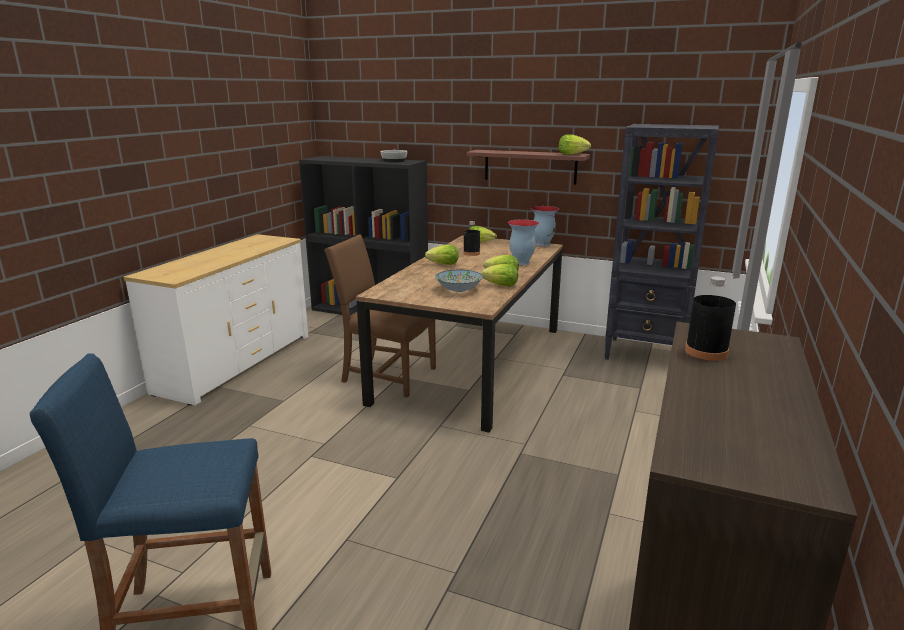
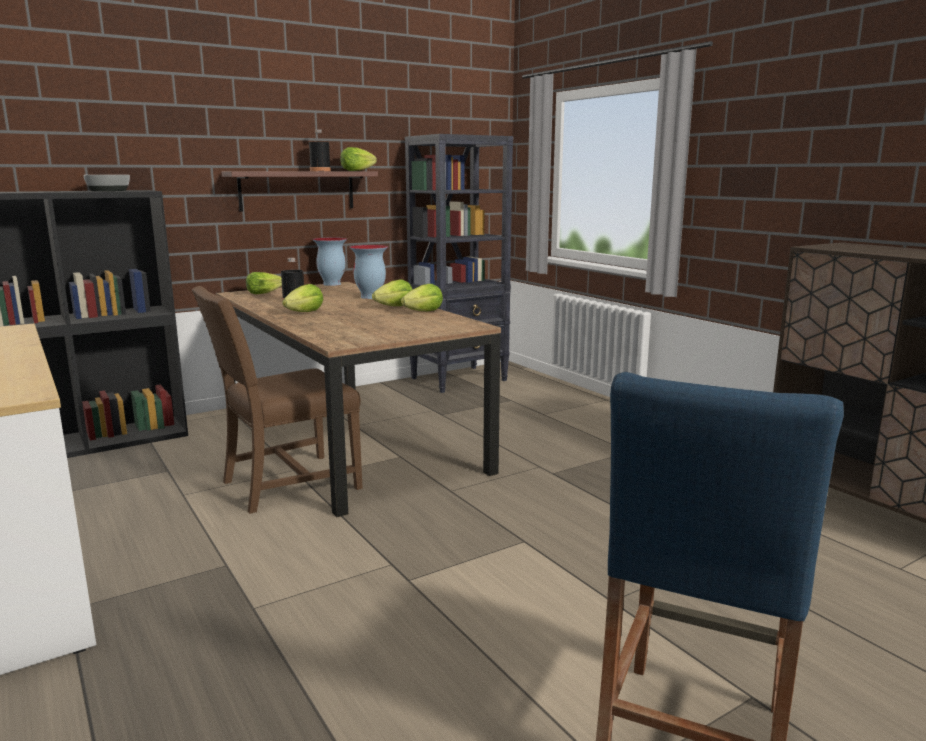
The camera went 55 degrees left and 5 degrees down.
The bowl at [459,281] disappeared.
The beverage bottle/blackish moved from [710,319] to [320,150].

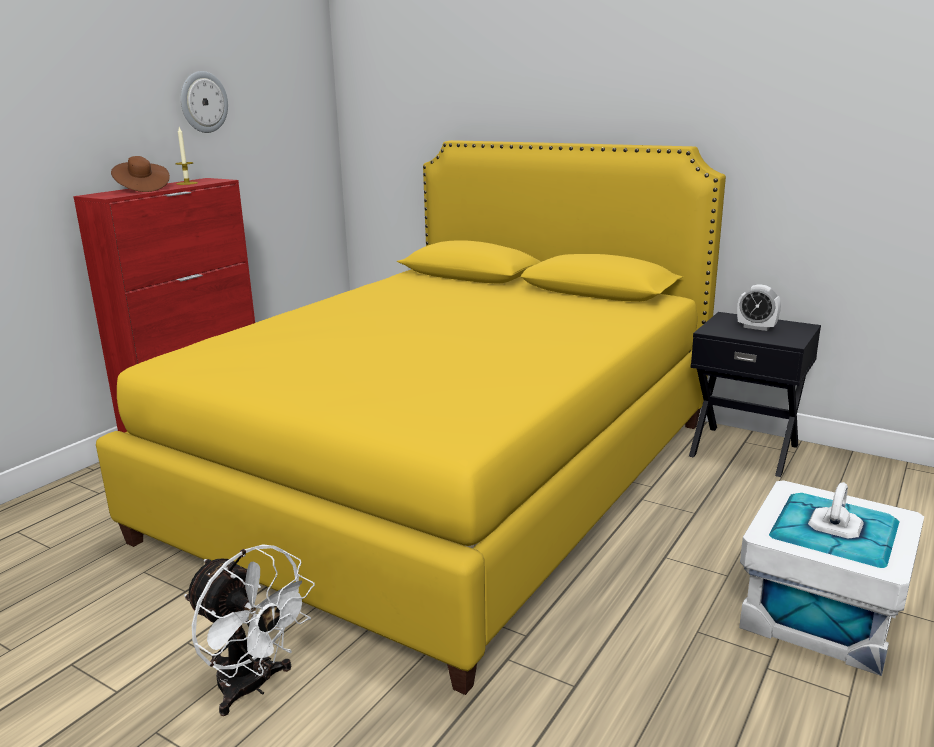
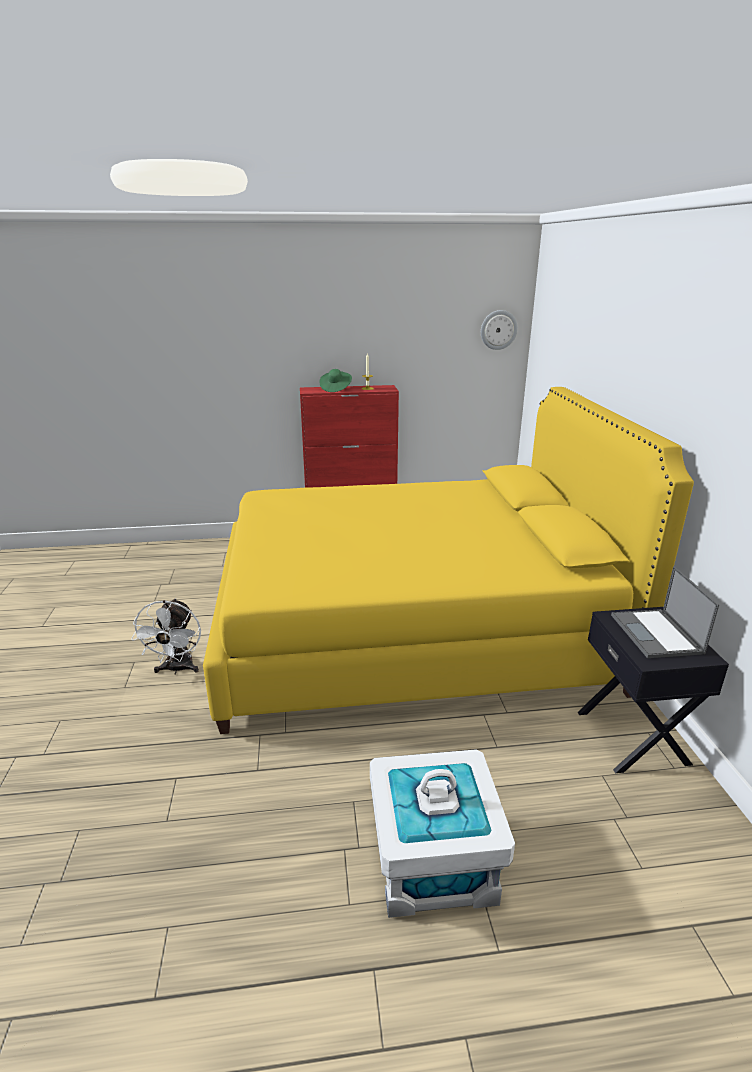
The camera went 50 degrees right and 5 degrees up.
The wall clock moved from [204,102] to [499,330].
The alarm clock at [759,307] was replaced by the laptop at [665,612].
The hat/brown-coloured at [140,174] became the hat/greenish at [335,380].

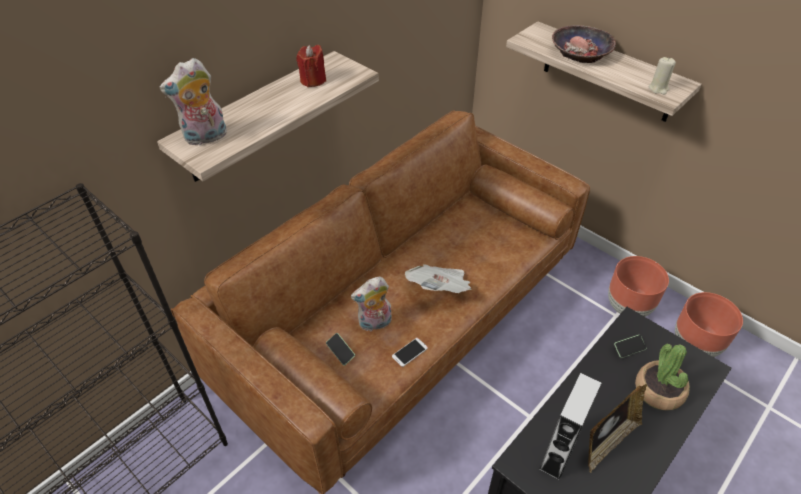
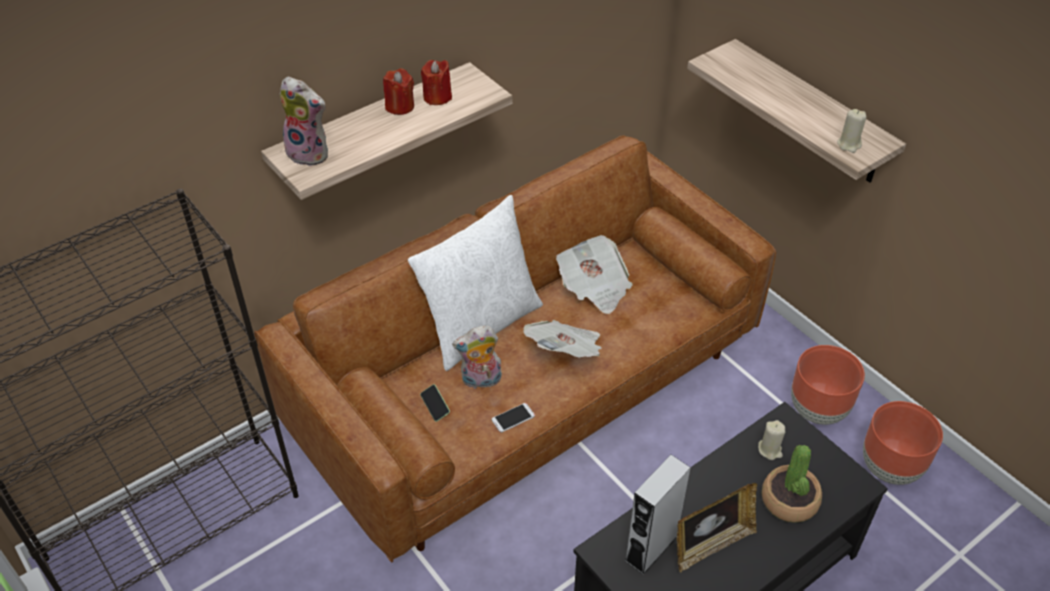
The camera went 10 degrees right and 0 degrees up.
The bowl at [584,44] disappeared.
The wax light/reddish at [398,91] appeared.
The pillow/white-coloured at [475,283] appeared.
The newspaper at [594,274] appeared.
The phone at [630,346] was replaced by the wax light/beige at [771,440].
The plush toy at [193,101] turned 135 degrees counterclockwise.

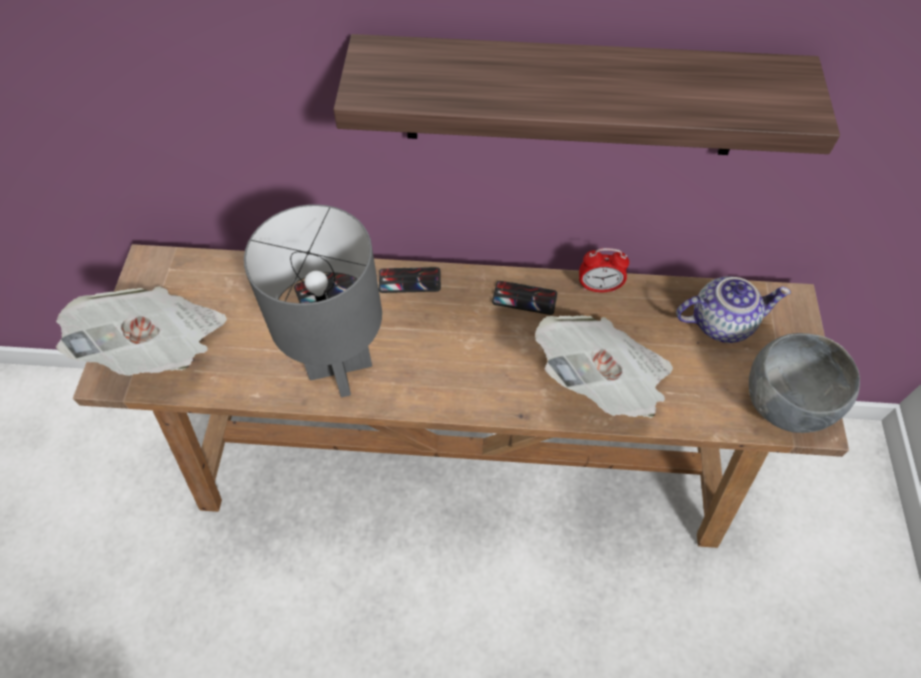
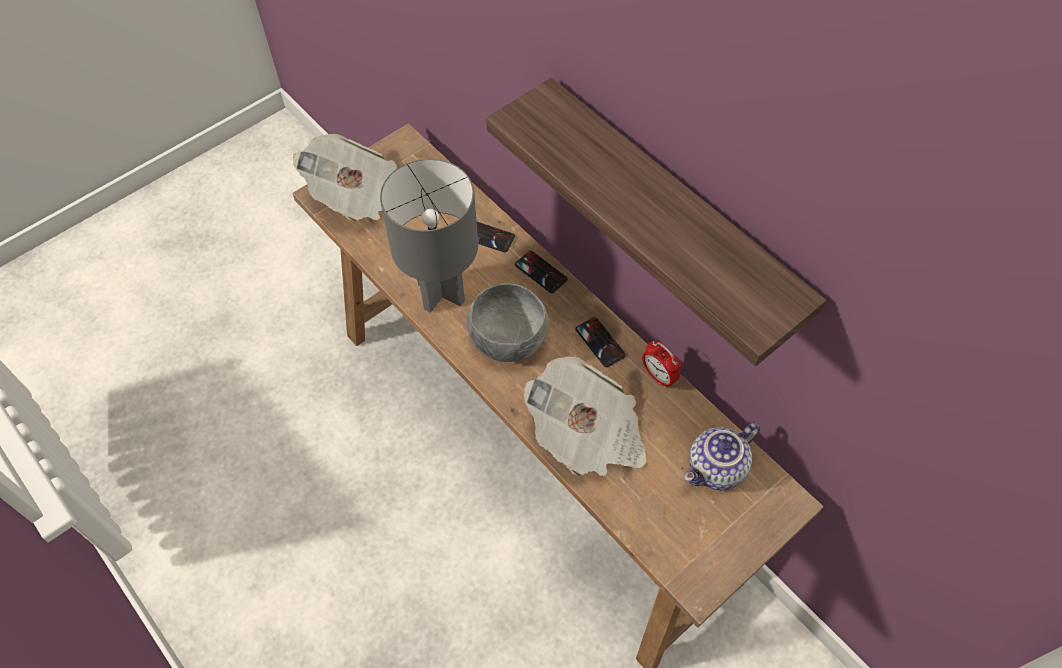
The camera went 45 degrees right and 0 degrees up.
The bowl/greyish moved from [804,383] to [508,322].
The tea pot at [733,309] turned 105 degrees clockwise.

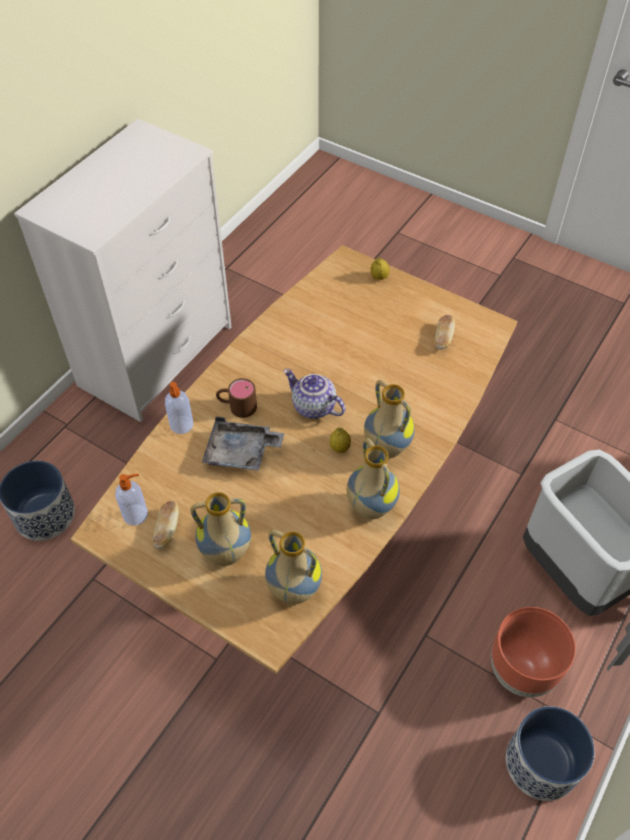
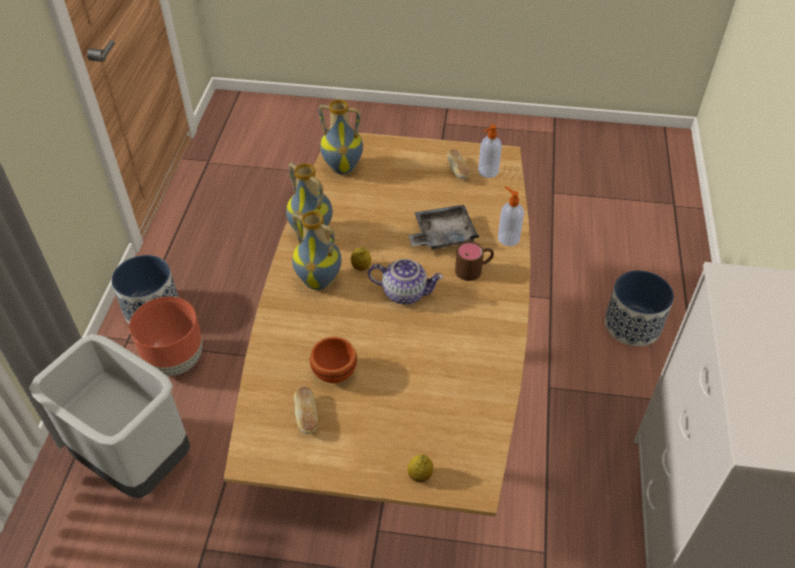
The camera went 155 degrees right and 5 degrees down.
The decorative vase at [220,529] disappeared.
The bowl/brown-coloured at [333,360] appeared.

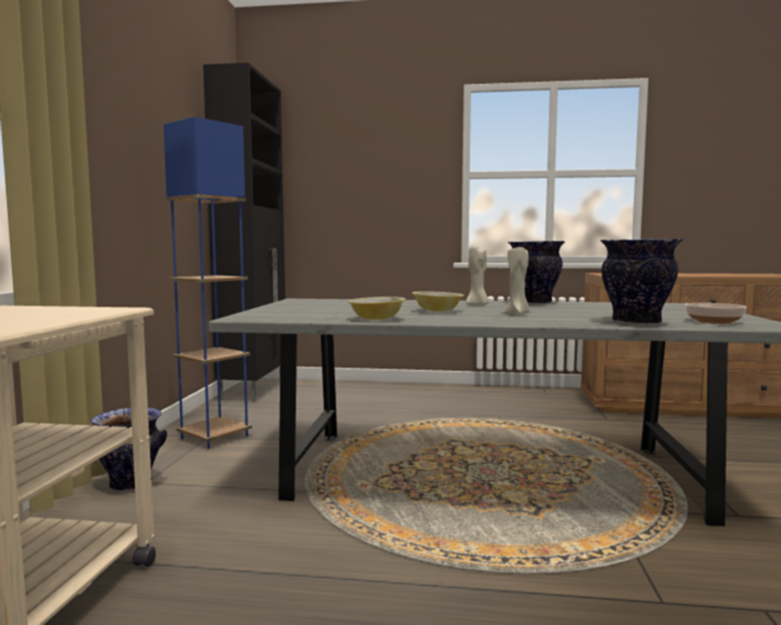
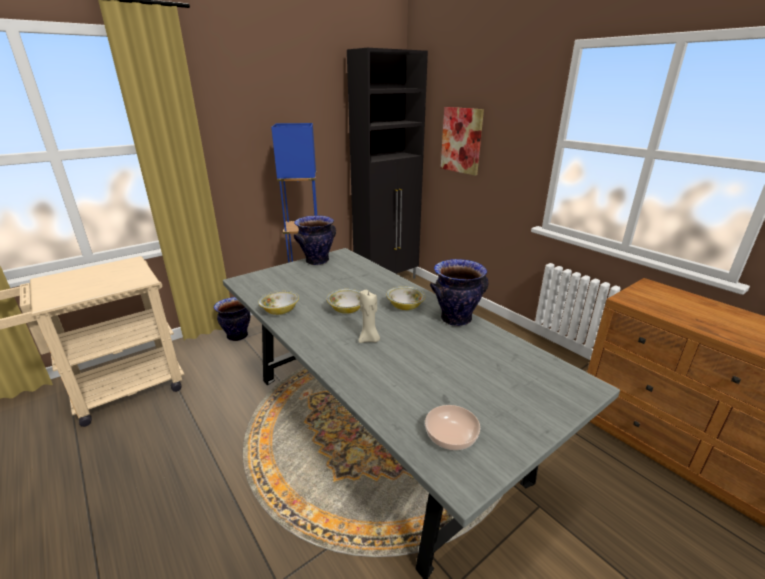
The camera went 45 degrees right and 20 degrees up.
The wall art at [462,141] appeared.
The decorative vase moved from [641,282] to [315,240].
The wax light/beige at [477,276] was replaced by the bowl at [405,298].

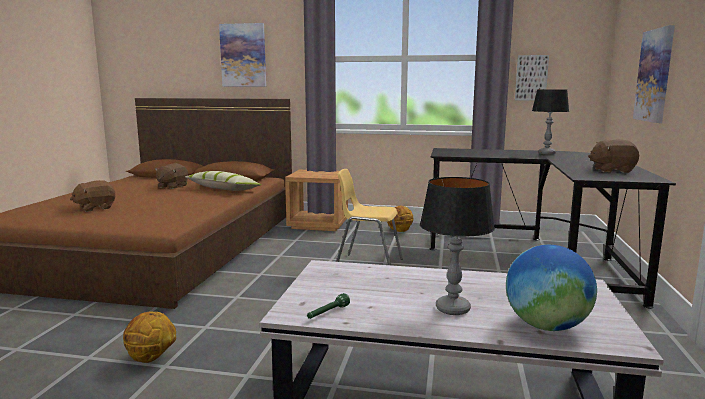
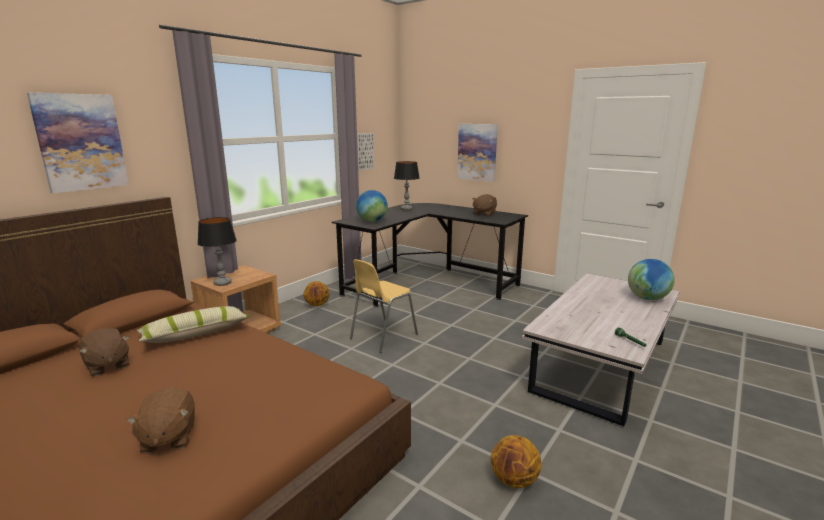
The camera went 65 degrees left and 5 degrees up.
The world globe at [372,206] appeared.
The tabletop lamp moved from [457,246] to [217,251].

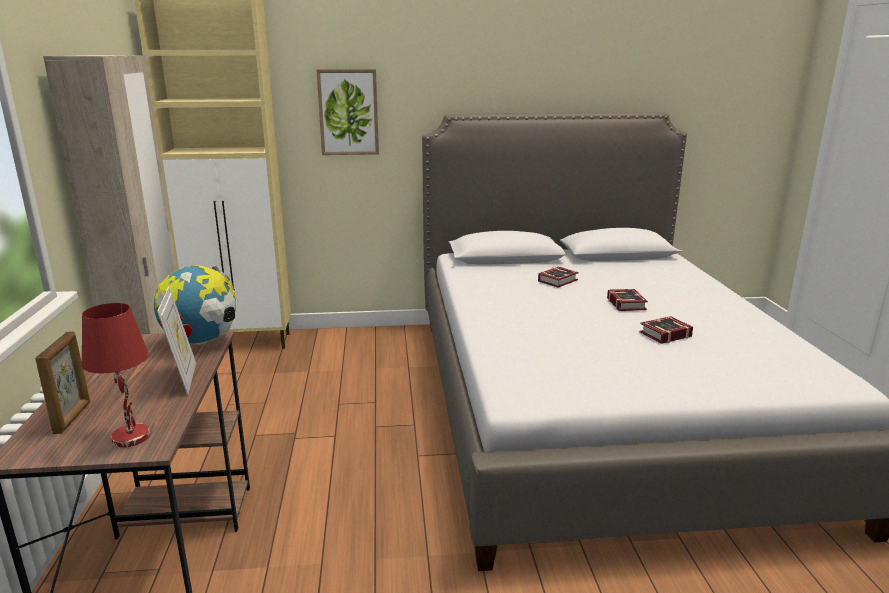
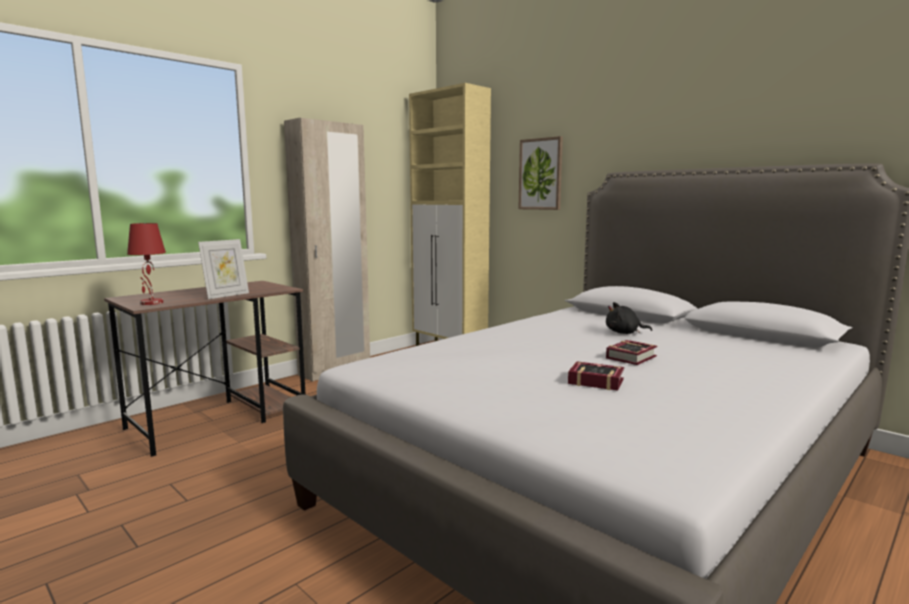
The camera went 50 degrees right and 10 degrees down.
The standing frame at [62,382] disappeared.
The world globe at [195,304] disappeared.
The bound book at [558,277] was replaced by the plush toy/blackish at [629,318].

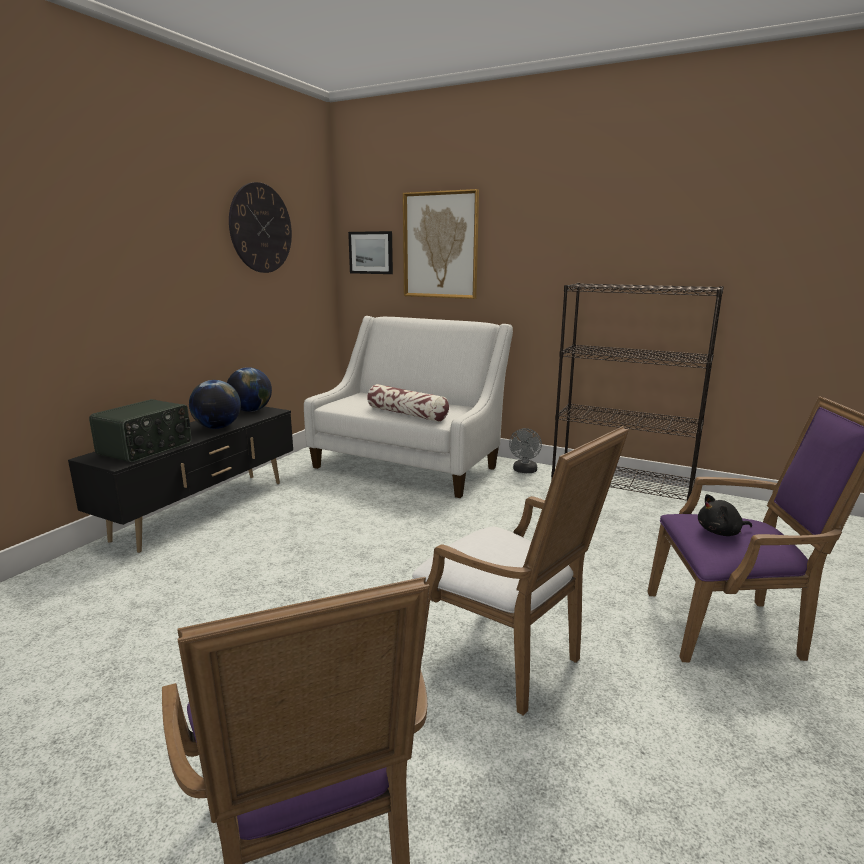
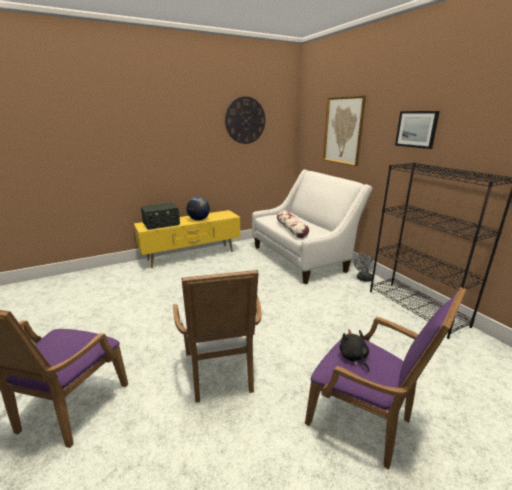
The camera went 35 degrees right and 5 degrees up.
The world globe at [249,389] disappeared.
The wall art moved from [370,252] to [417,130].
The tv stand/blackish at [180,479] became the tv stand/yellow-coloured at [187,239].
The plush toy/blackish at [725,515] turned 45 degrees clockwise.

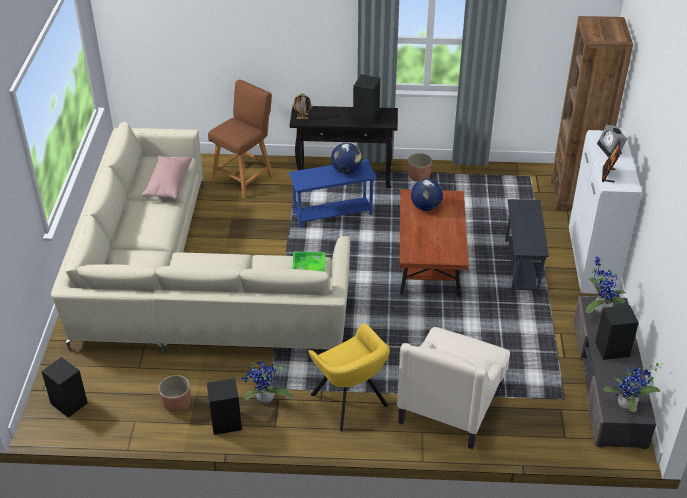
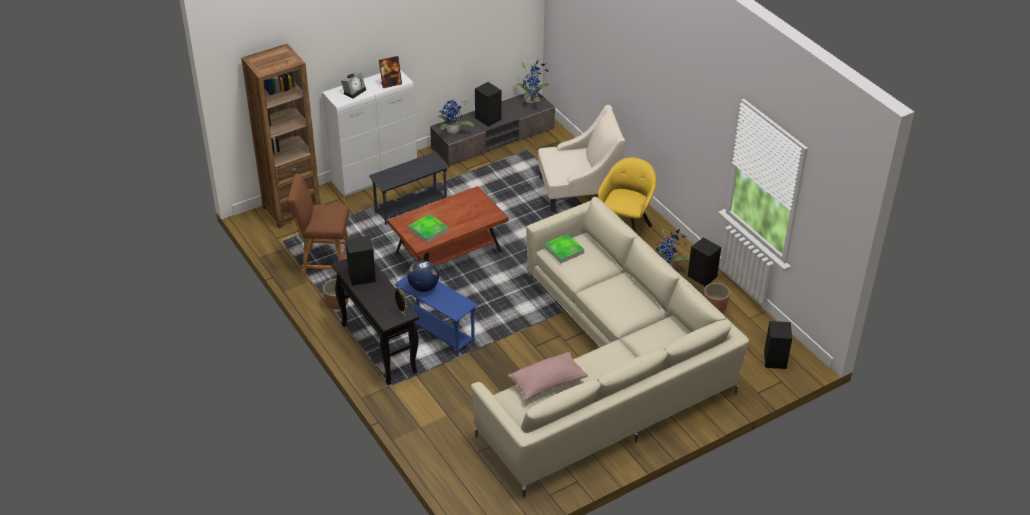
The camera went 125 degrees left and 0 degrees up.
The stool/brown-coloured moved from [240,138] to [318,226].
The world globe at [427,195] was replaced by the carrying tray at [428,228].

